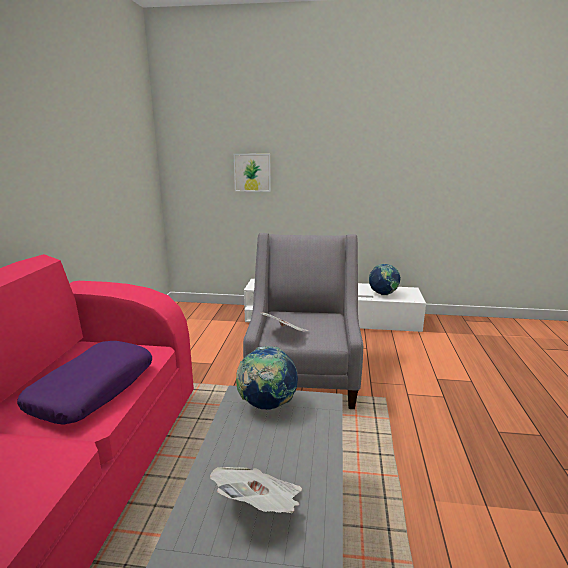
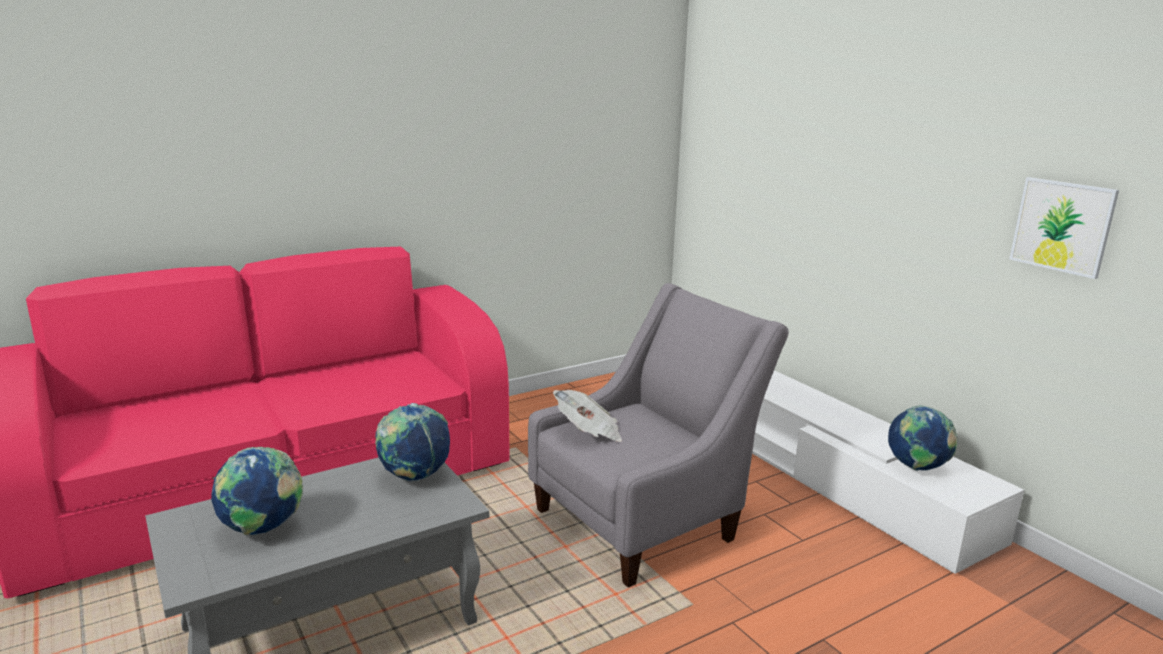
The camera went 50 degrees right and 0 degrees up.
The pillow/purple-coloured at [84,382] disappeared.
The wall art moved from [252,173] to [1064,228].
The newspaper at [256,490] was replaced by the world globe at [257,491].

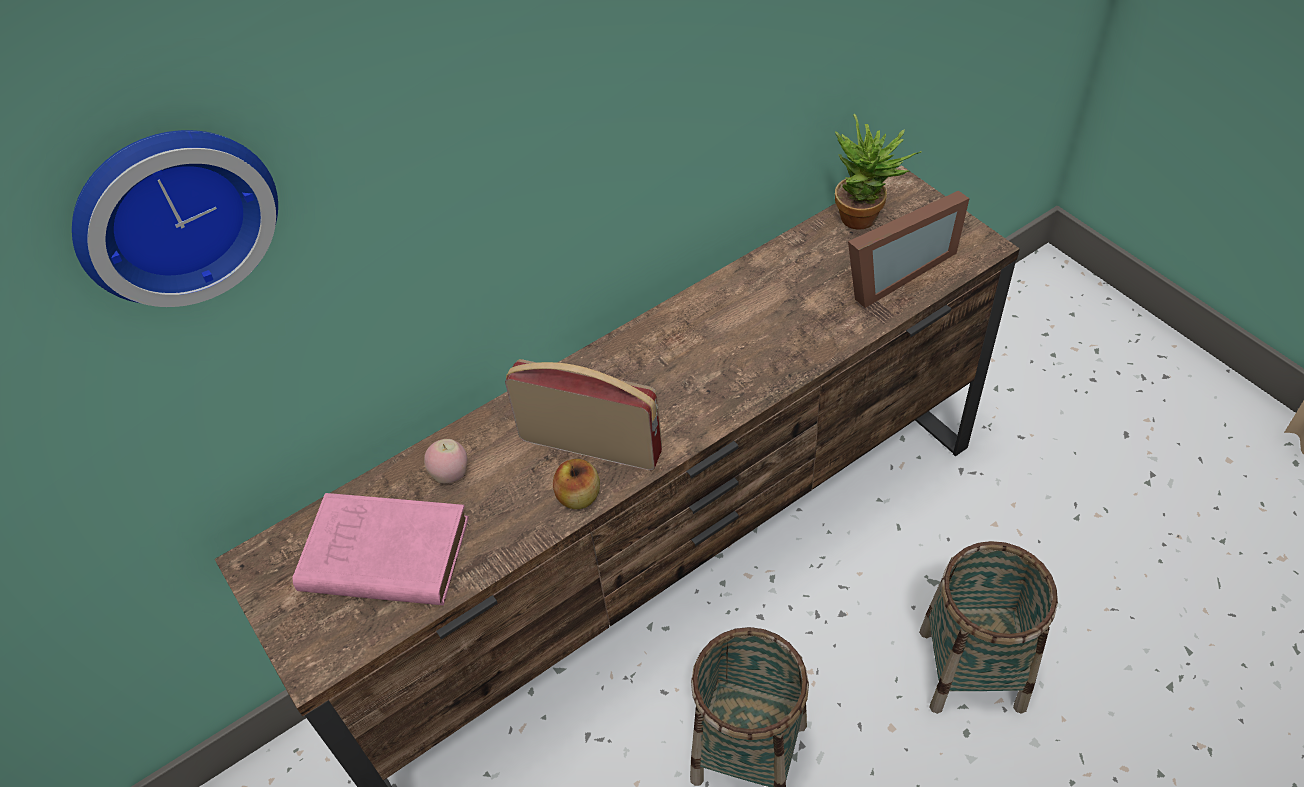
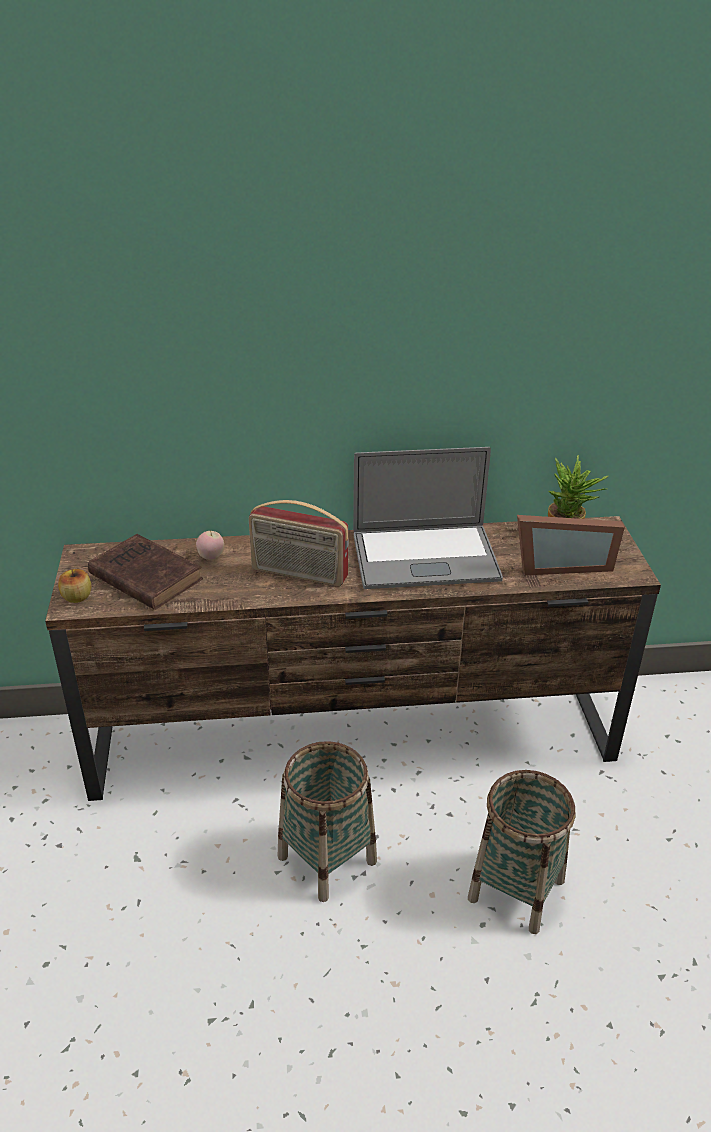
The camera went 25 degrees right and 15 degrees down.
The wall clock at [175,218] disappeared.
The laptop at [428,518] appeared.
The apple moved from [576,484] to [74,586].
The bound book/pink-coloured at [381,549] became the bound book/brown-coloured at [145,572].
The radio at [583,414] turned 150 degrees clockwise.

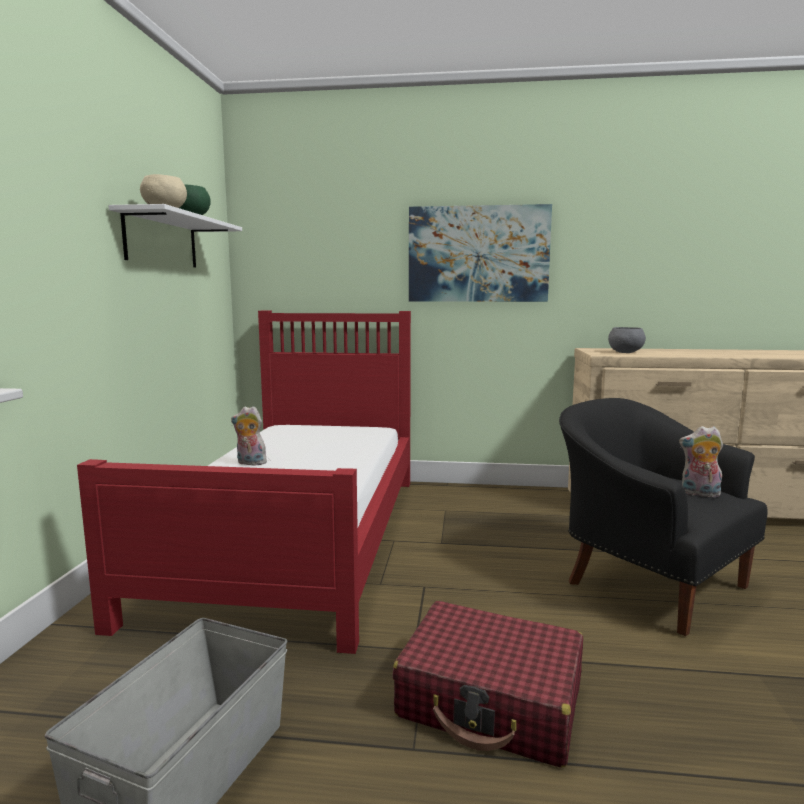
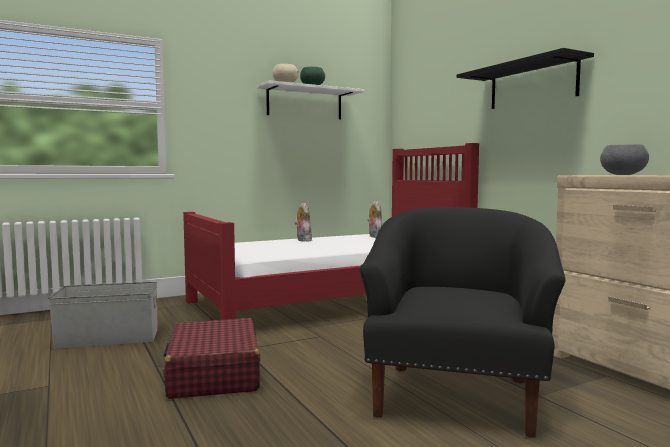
The camera went 55 degrees right and 5 degrees down.
The plush toy moved from [701,461] to [375,219].
The wall art at [480,253] was replaced by the wall shelf/blackish at [525,78].

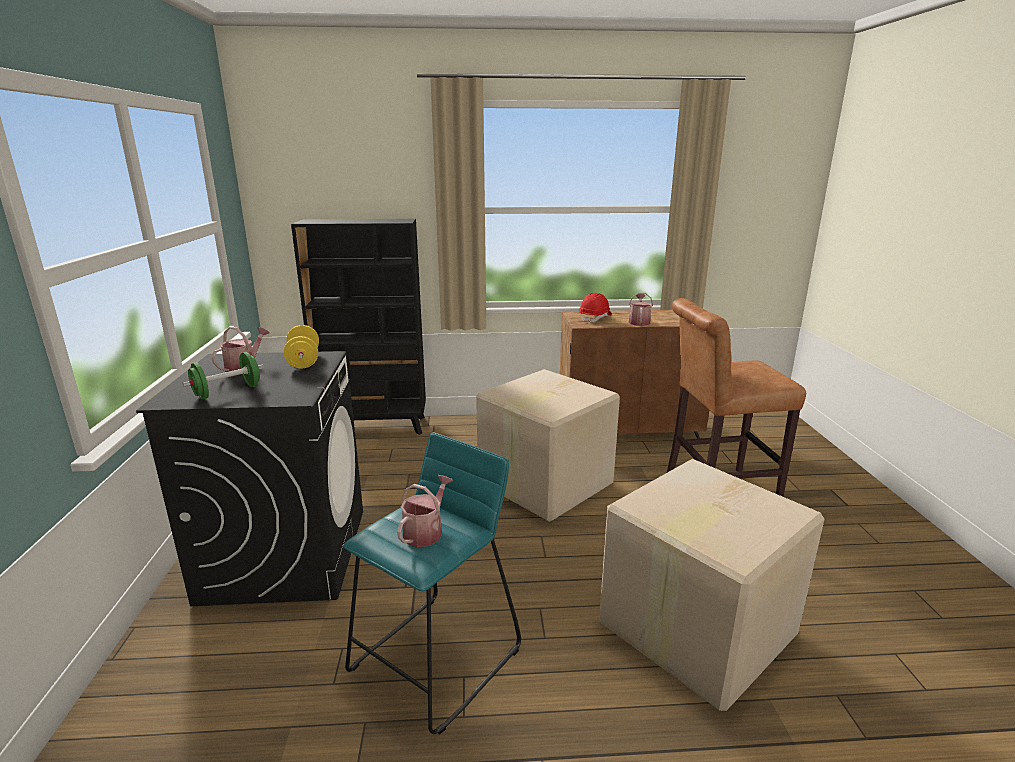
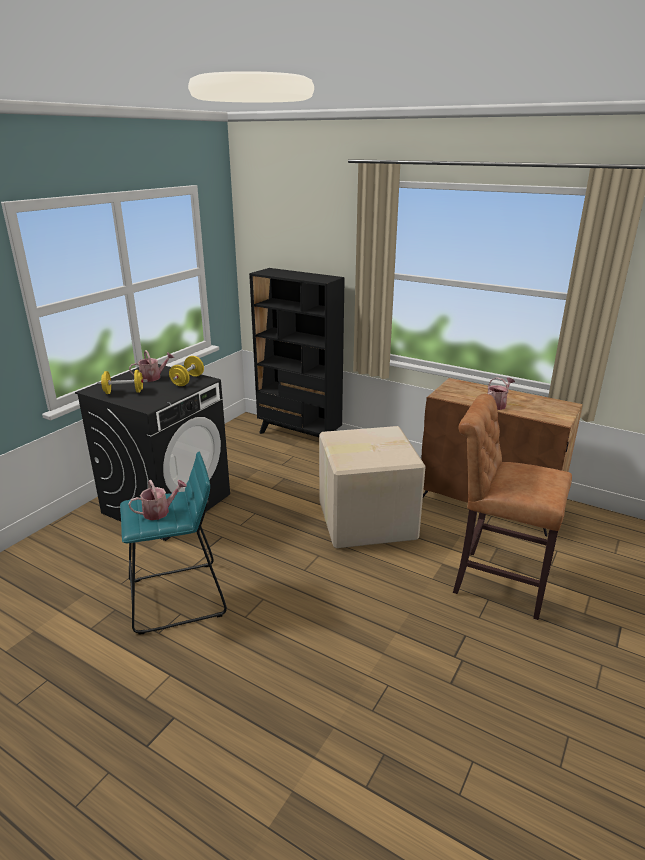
The camera went 35 degrees right and 5 degrees up.
The hard hat/reddish at [595,308] disappeared.
The carton at [711,585] disappeared.
The dumbbell/greenish at [223,376] became the dumbbell/yellow-coloured at [122,382].

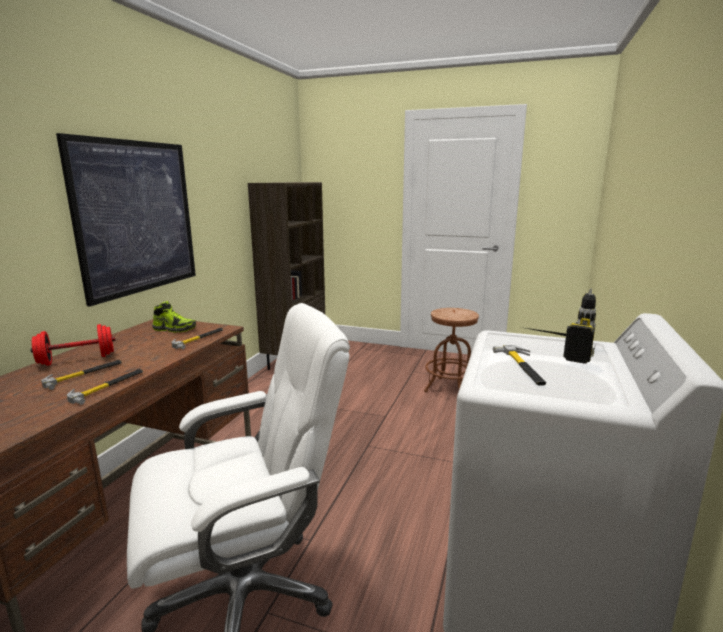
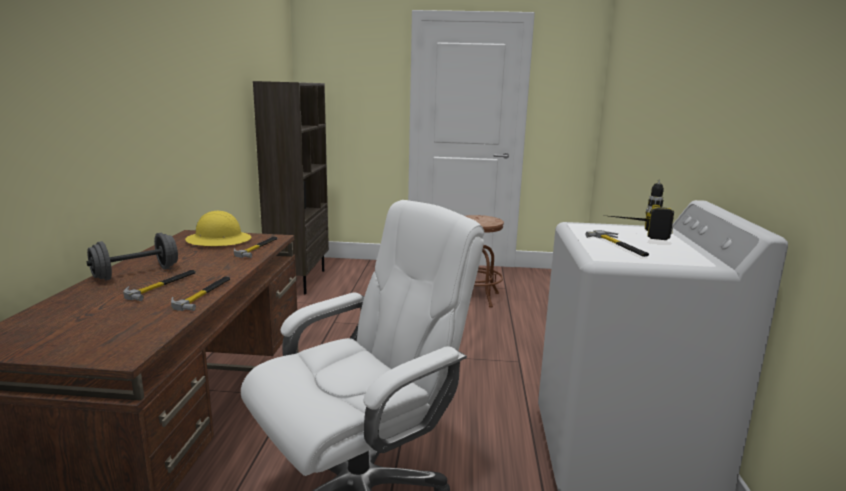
The camera went 15 degrees left and 0 degrees up.
The wall art at [126,219] disappeared.
The item of footwear at [174,317] was replaced by the hard hat/yellow-coloured at [218,228].
The dumbbell/reddish at [72,345] became the dumbbell/greyish at [132,256].

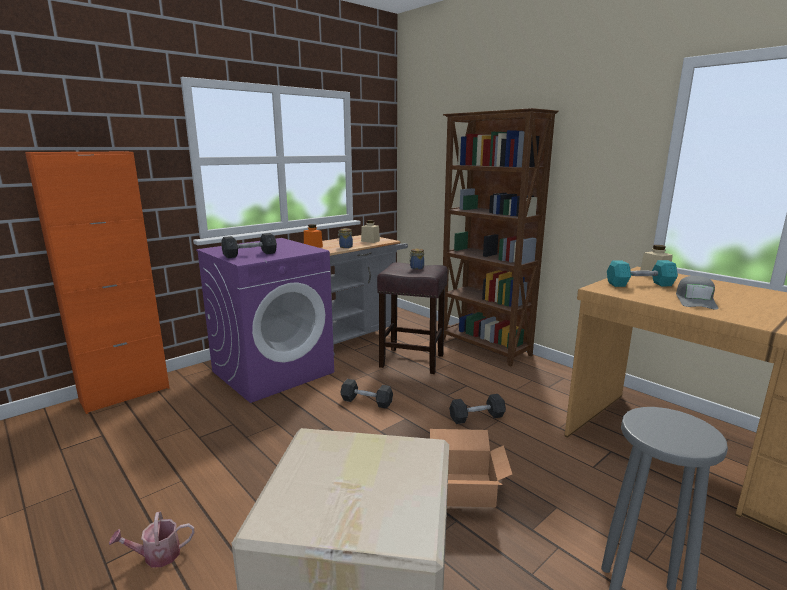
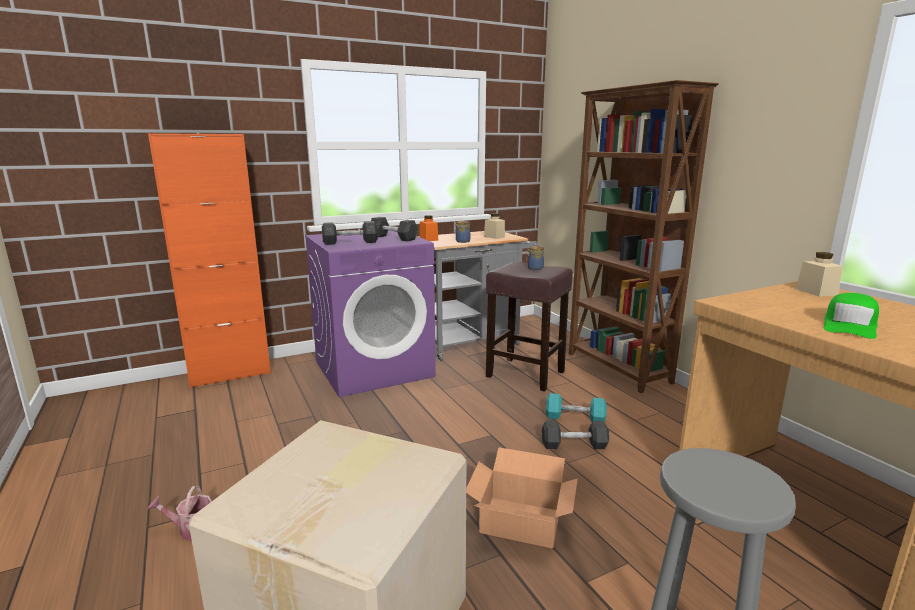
The camera went 15 degrees right and 0 degrees up.
The dumbbell/greyish moved from [366,394] to [394,229].
The dumbbell/blue-green moved from [642,273] to [576,407].
The cap/greyish at [697,293] became the cap/greenish at [851,316].

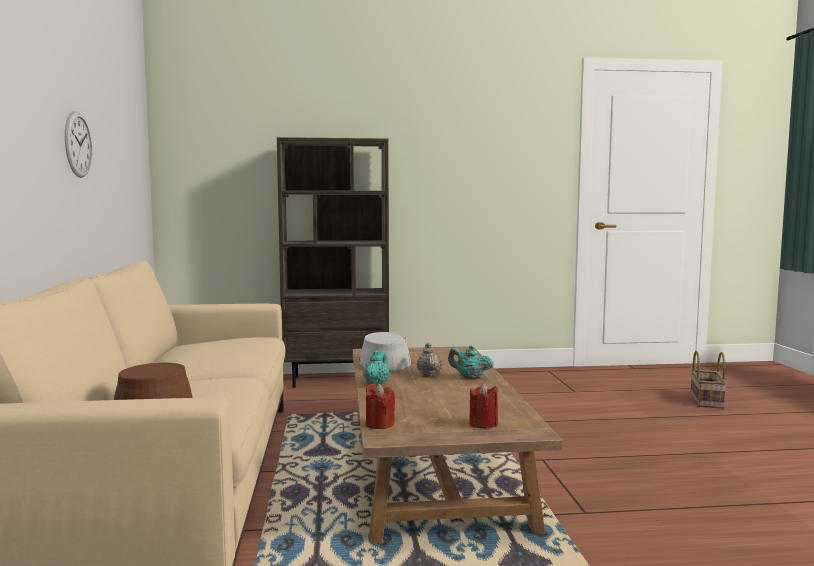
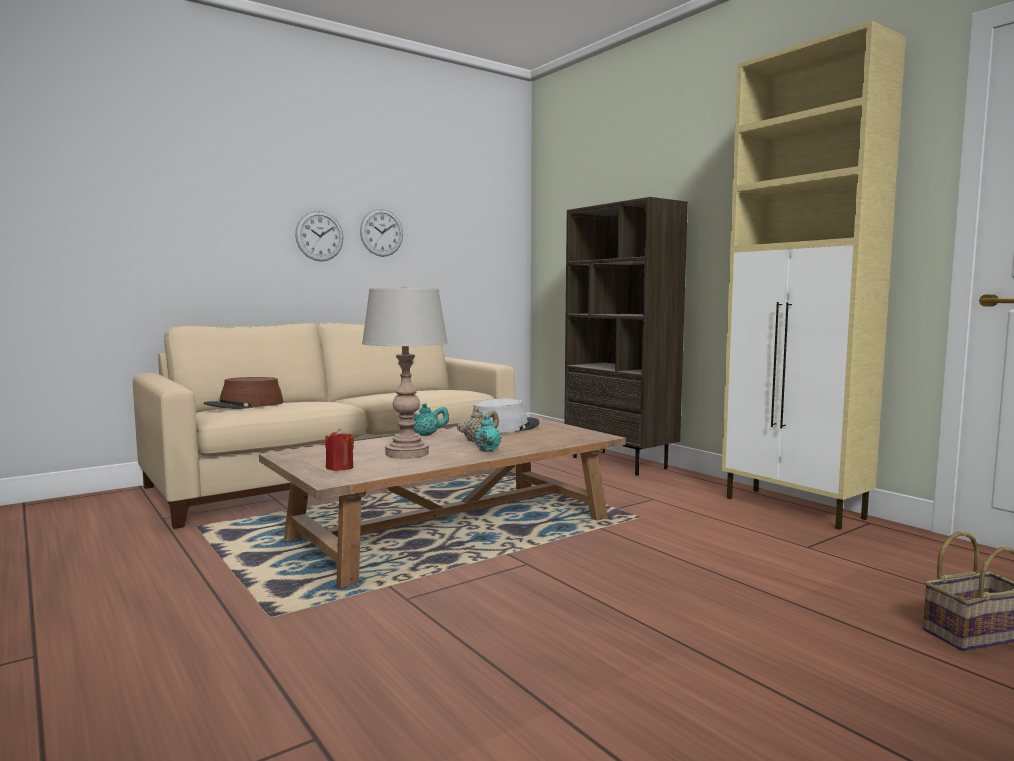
The camera went 60 degrees right and 0 degrees up.
The wax light/reddish at [380,406] disappeared.
The wall clock at [319,236] appeared.
The tabletop lamp/greyish at [405,372] appeared.
The cupboard/beige at [814,275] appeared.

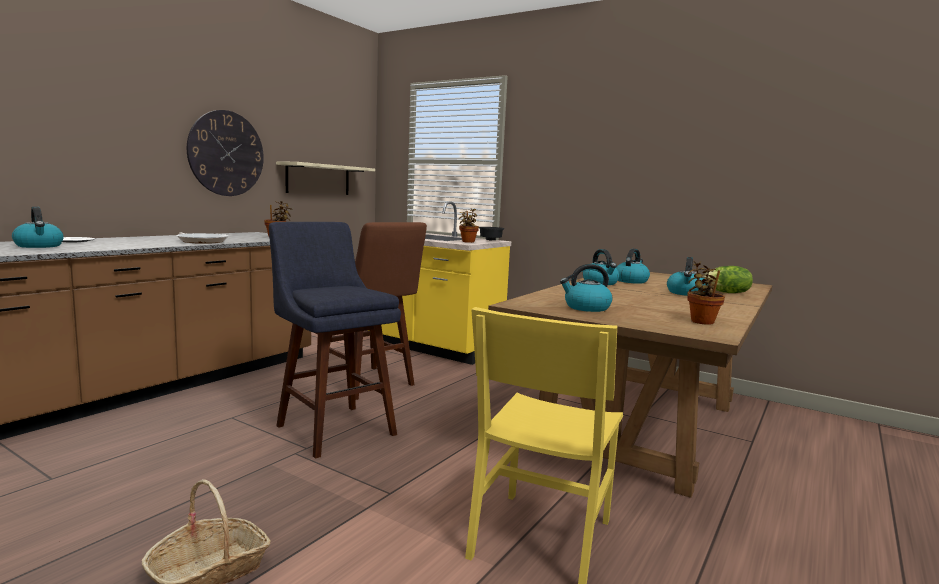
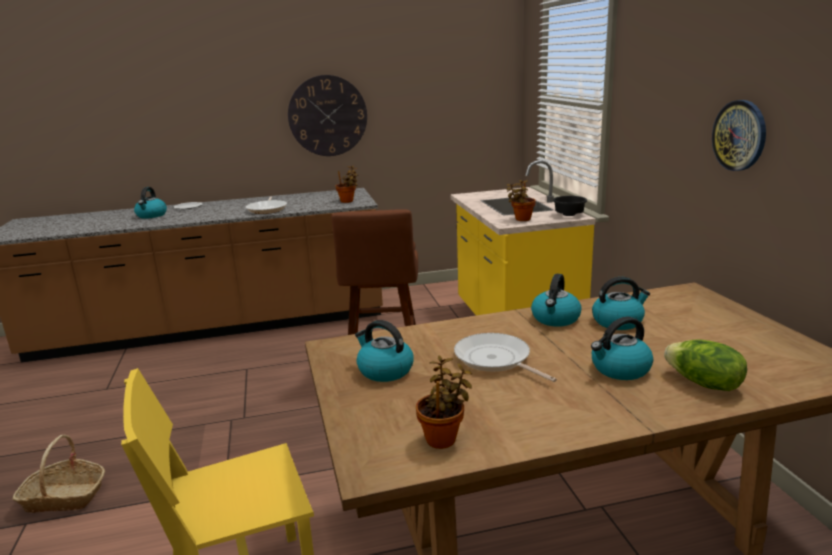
The camera went 45 degrees right and 10 degrees up.
The stool/blue-coloured at [335,340] disappeared.
The wall shelf/beige at [325,178] disappeared.
The pan at [505,357] appeared.
The wall clock at [739,135] appeared.

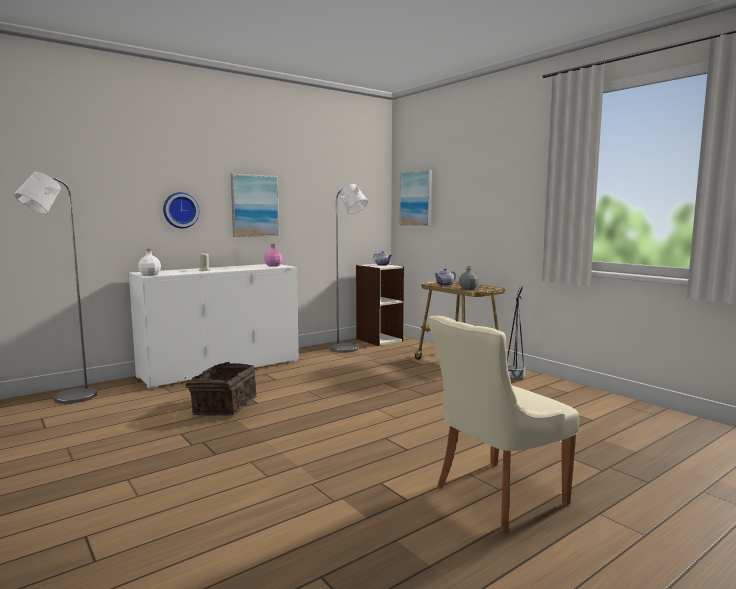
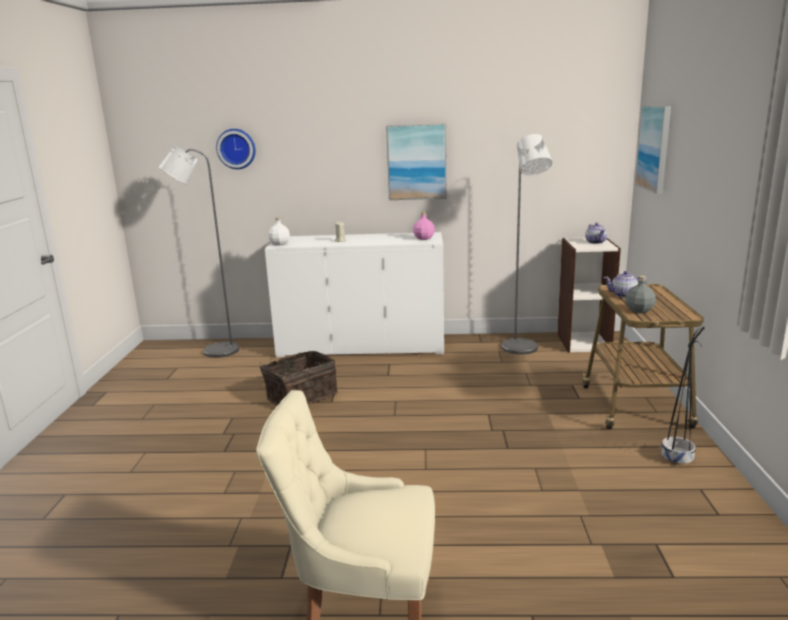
The camera went 40 degrees right and 10 degrees up.
The wall clock moved from [181,210] to [236,149].

